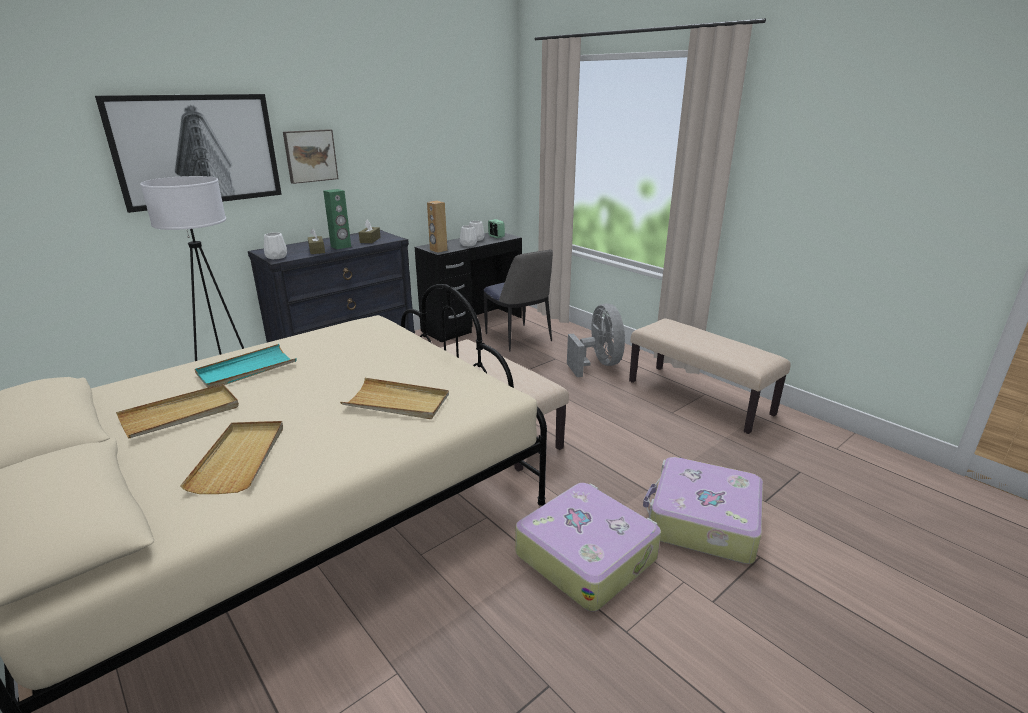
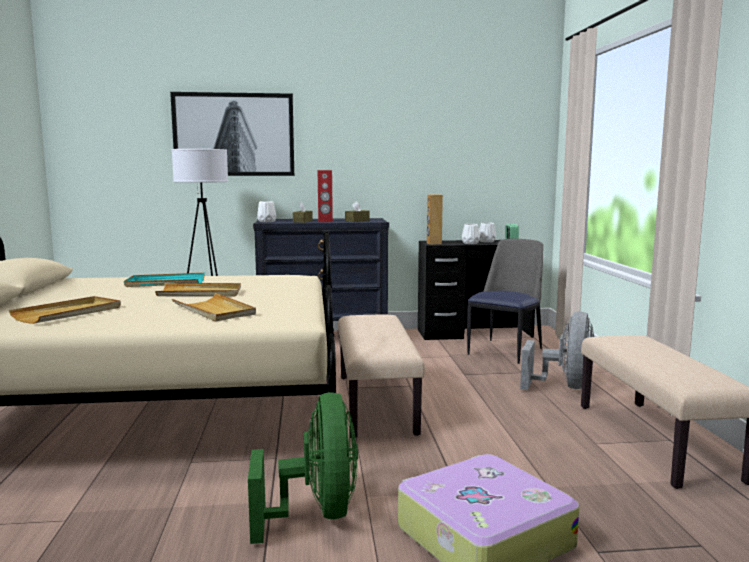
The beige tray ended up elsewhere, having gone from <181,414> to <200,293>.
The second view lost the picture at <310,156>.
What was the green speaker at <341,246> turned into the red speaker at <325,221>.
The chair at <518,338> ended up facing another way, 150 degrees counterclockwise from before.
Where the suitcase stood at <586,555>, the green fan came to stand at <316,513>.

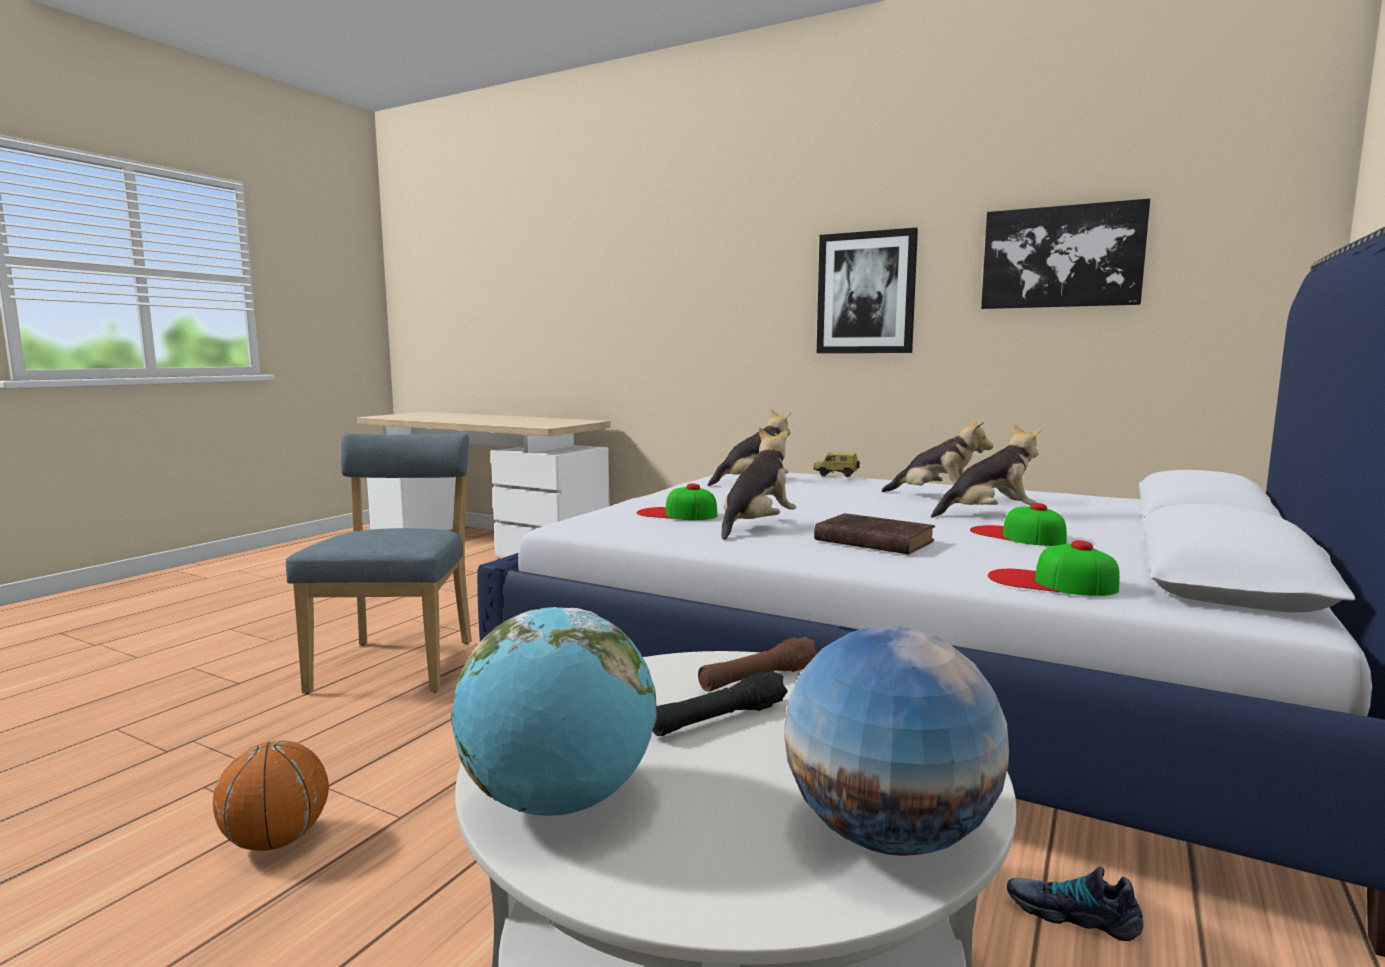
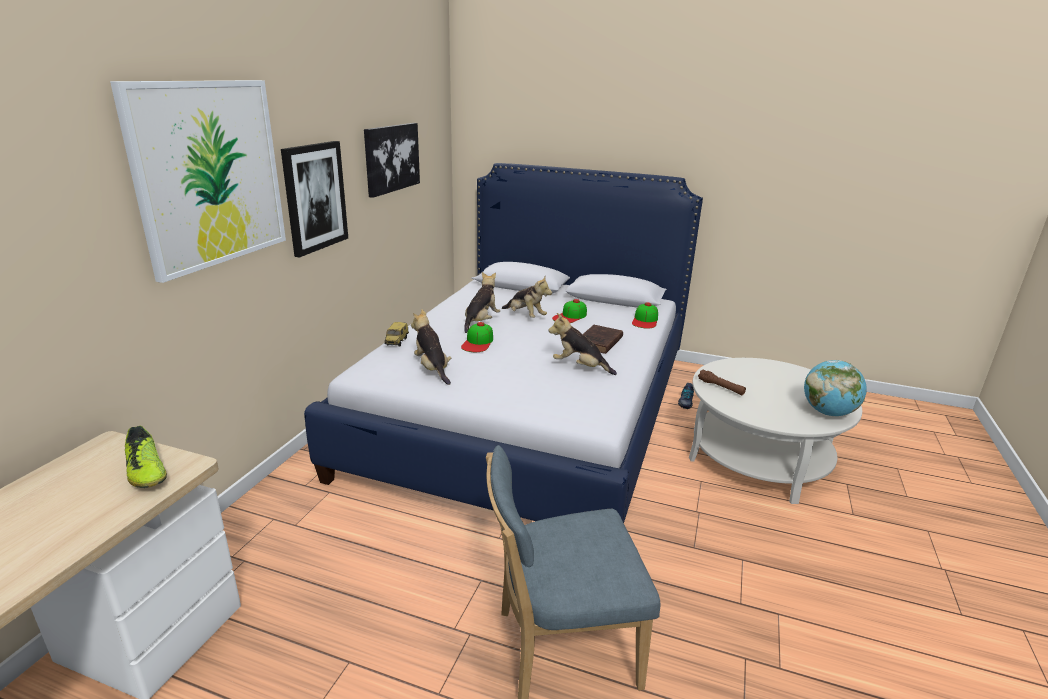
The second view lost the basketball at <277,841>.
The cap ended up elsewhere, having gone from <676,514> to <478,342>.
The second view lost the black flashlight at <718,719>.
The second view lost the globe at <887,834>.
The plush toy at <988,515> ended up facing another way, 150 degrees clockwise from before.
The second view gained the picture at <210,174>.
The second view gained the shoe at <146,471>.

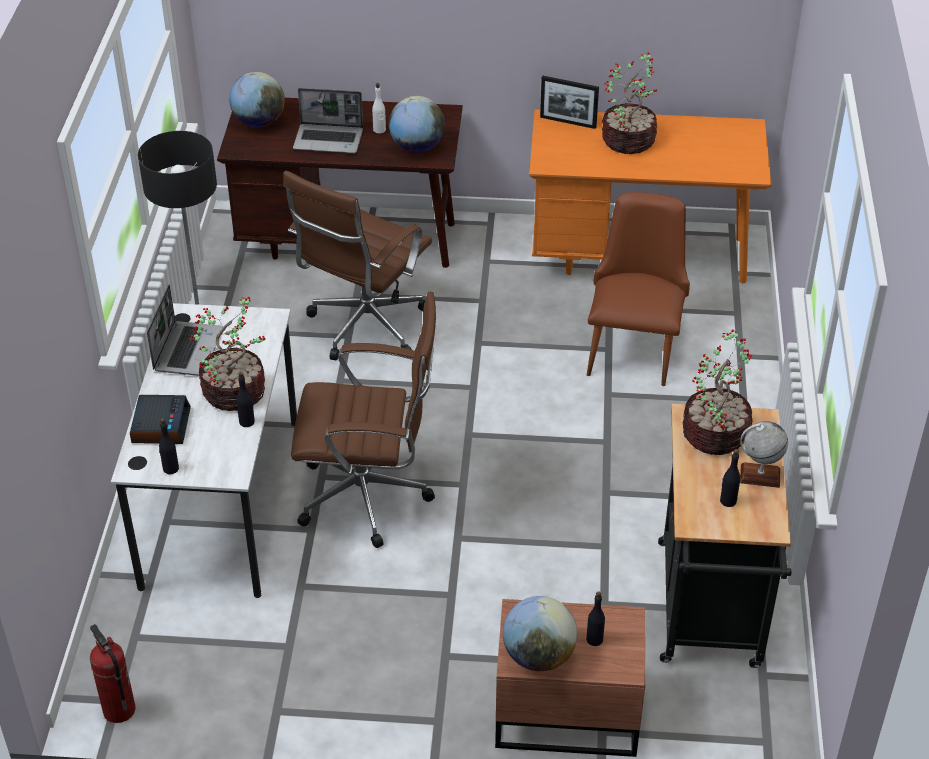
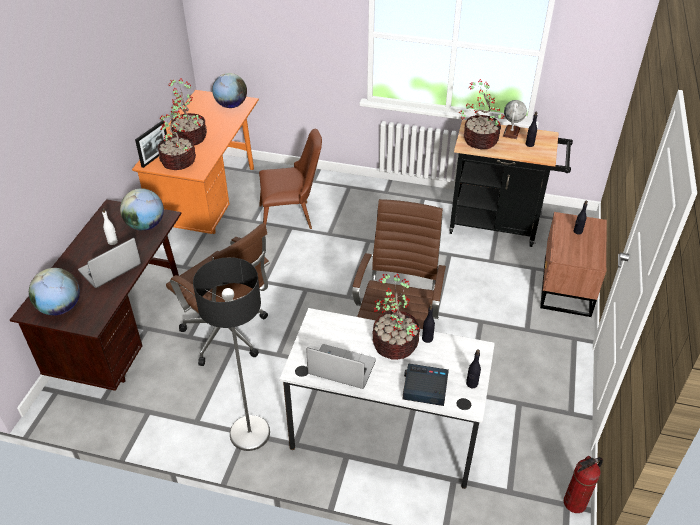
The laptop at <329,140> ended up facing another way, 150 degrees counterclockwise from before.
The globe ended up elsewhere, having gone from <538,656> to <231,105>.
The brown chair at <634,346> ended up facing another way, 150 degrees clockwise from before.
The second view gained the potted plant at <179,162>.

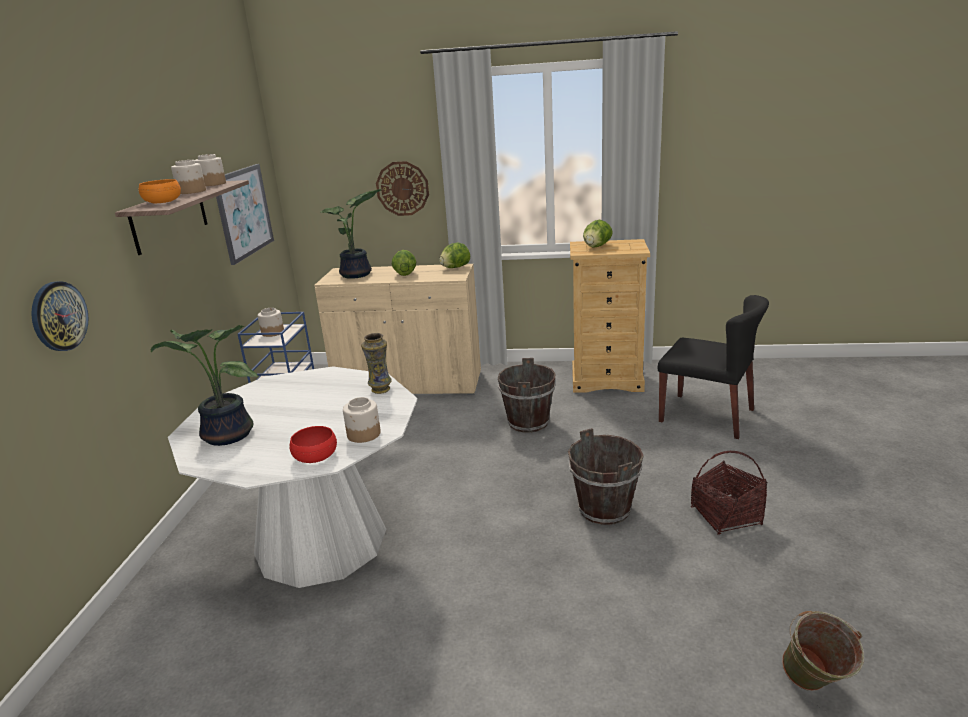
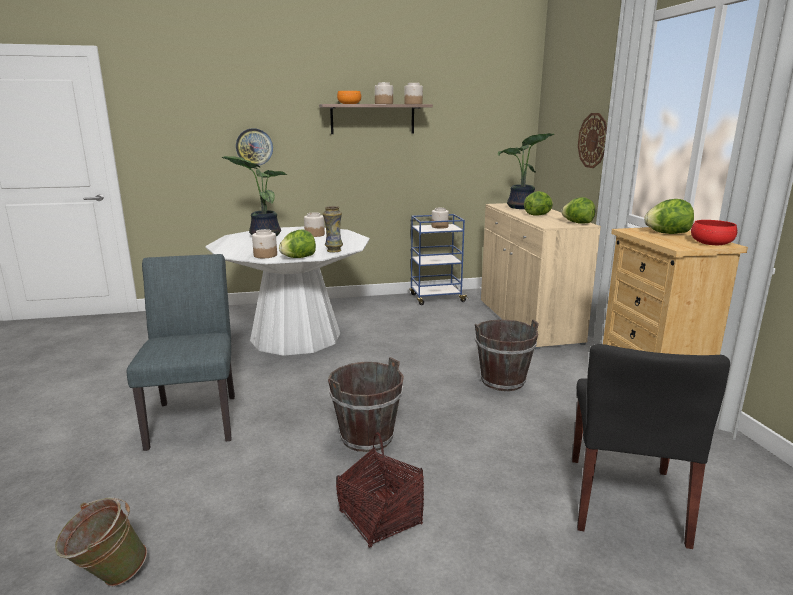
The second view lost the picture at <244,212>.
The red bowl ended up elsewhere, having gone from <315,456> to <711,243>.
The second view gained the grey chair at <195,416>.
The second view gained the lettuce at <298,258>.
The second view gained the jar at <314,235>.

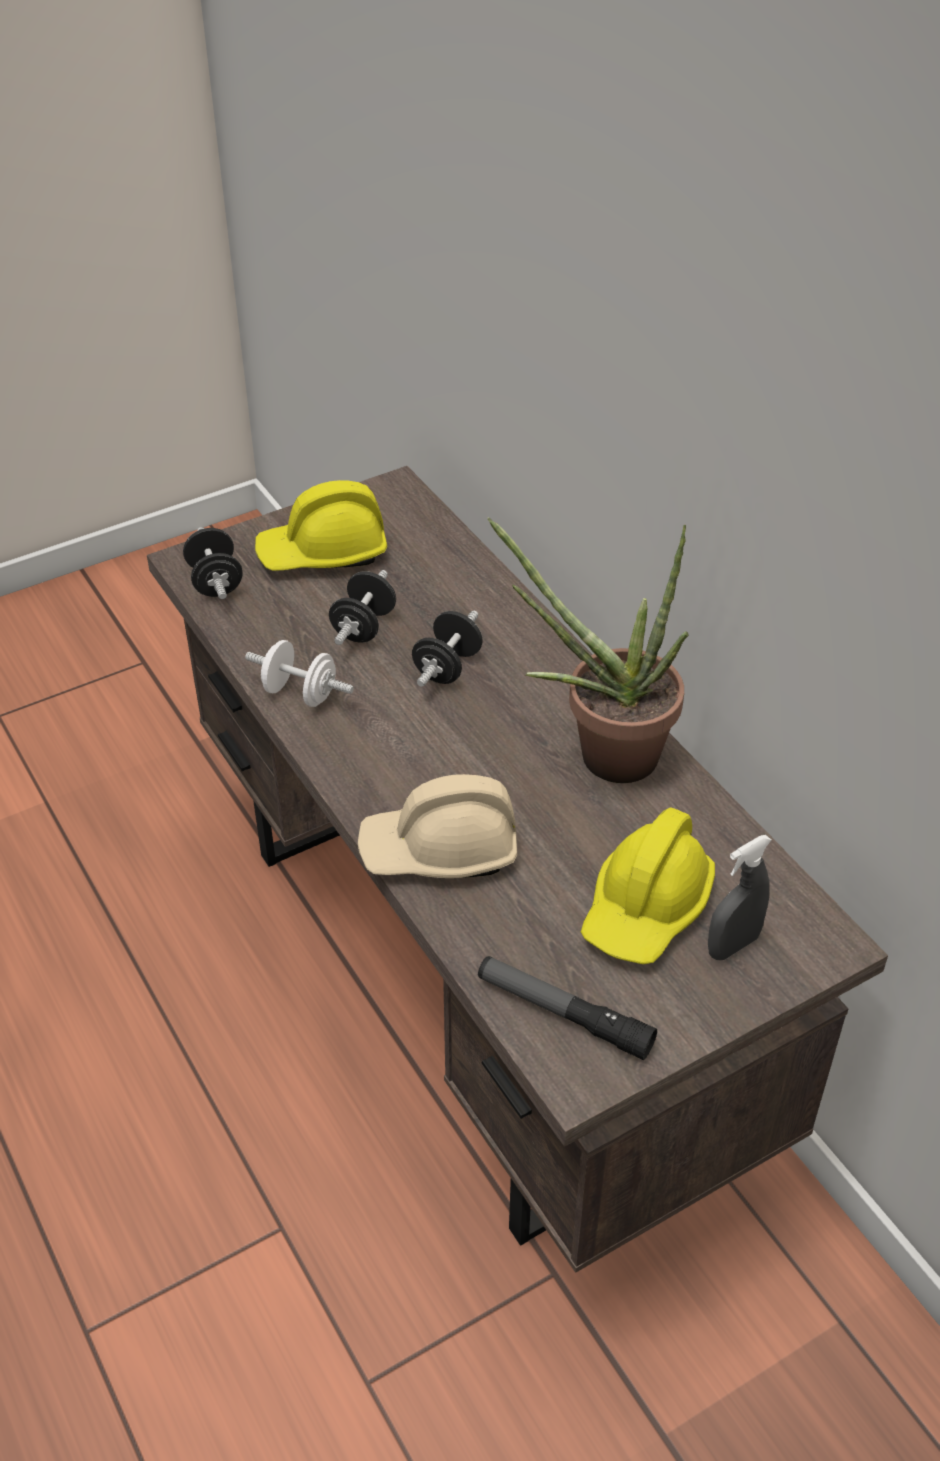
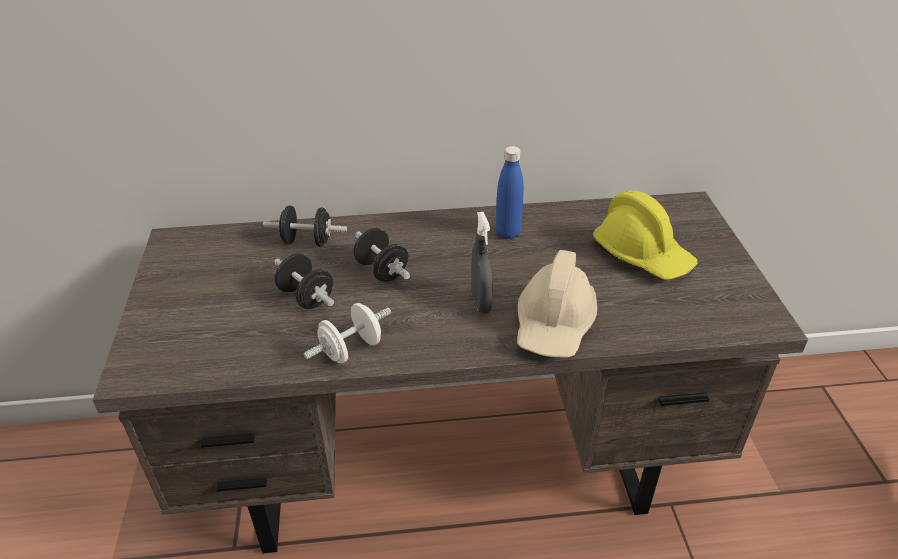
The black dumbbell ended up elsewhere, having gone from <215,582> to <307,241>.
The second view lost the yellow hard hat at <323,553>.
The second view lost the flashlight at <564,1014>.
Where the potted plant stood at <601,754>, the blue bottle came to stand at <508,233>.
The grey spray bottle ended up elsewhere, having gone from <733,945> to <481,302>.

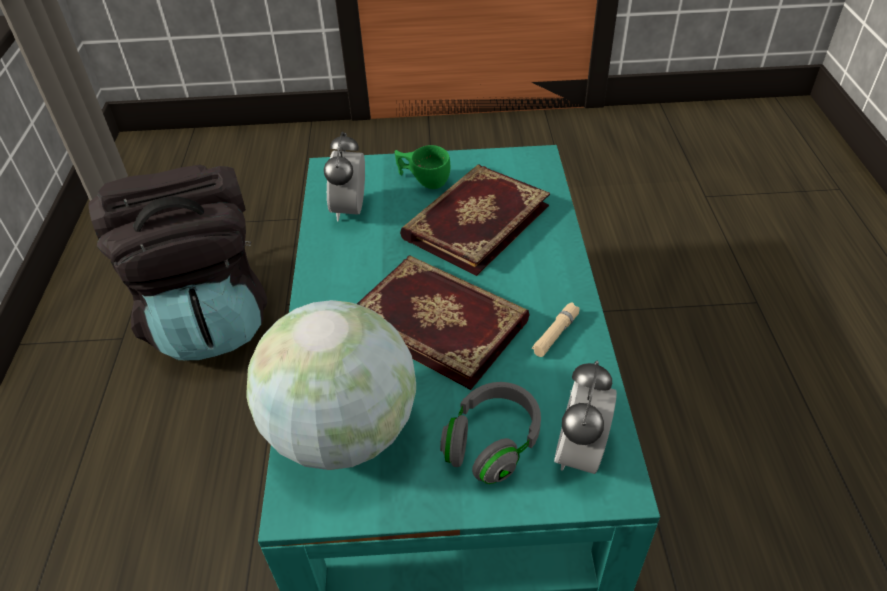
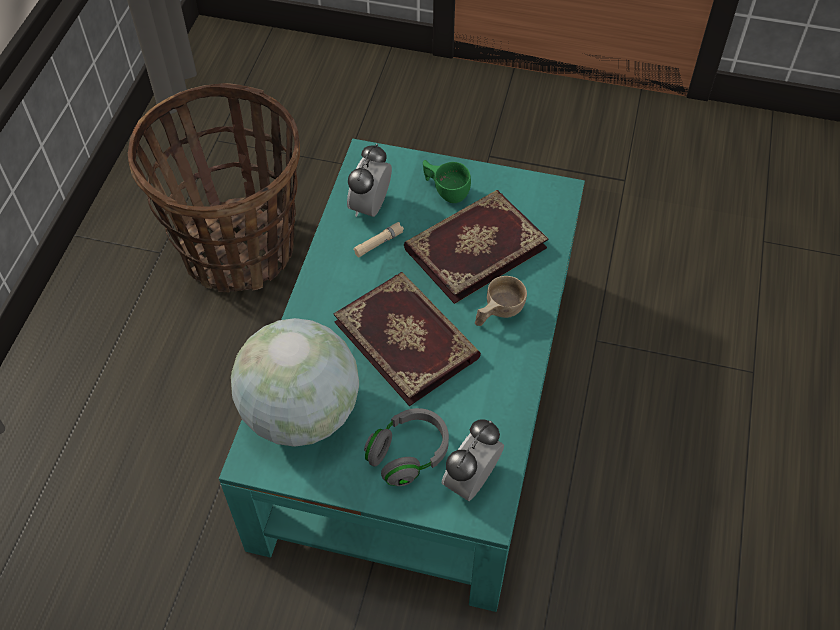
Where the black backpack stood at <208,314>, the basket came to stand at <238,248>.
The beige flashlight ended up elsewhere, having gone from <555,334> to <378,243>.
The second view gained the beige cup at <497,313>.

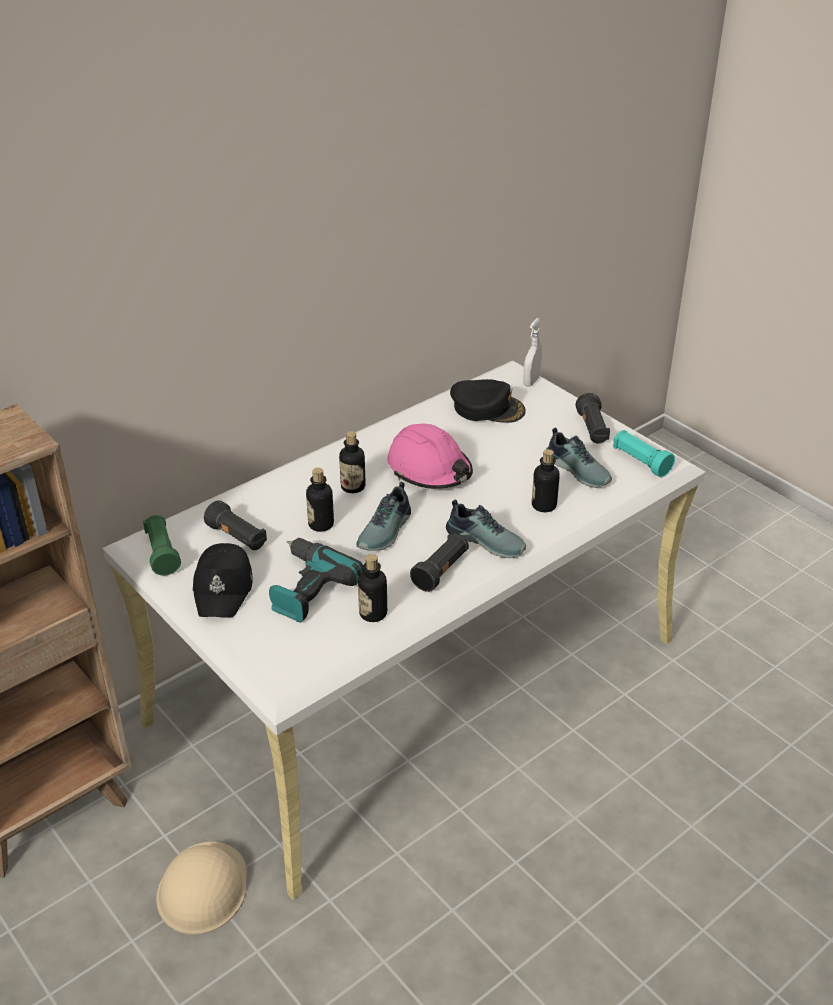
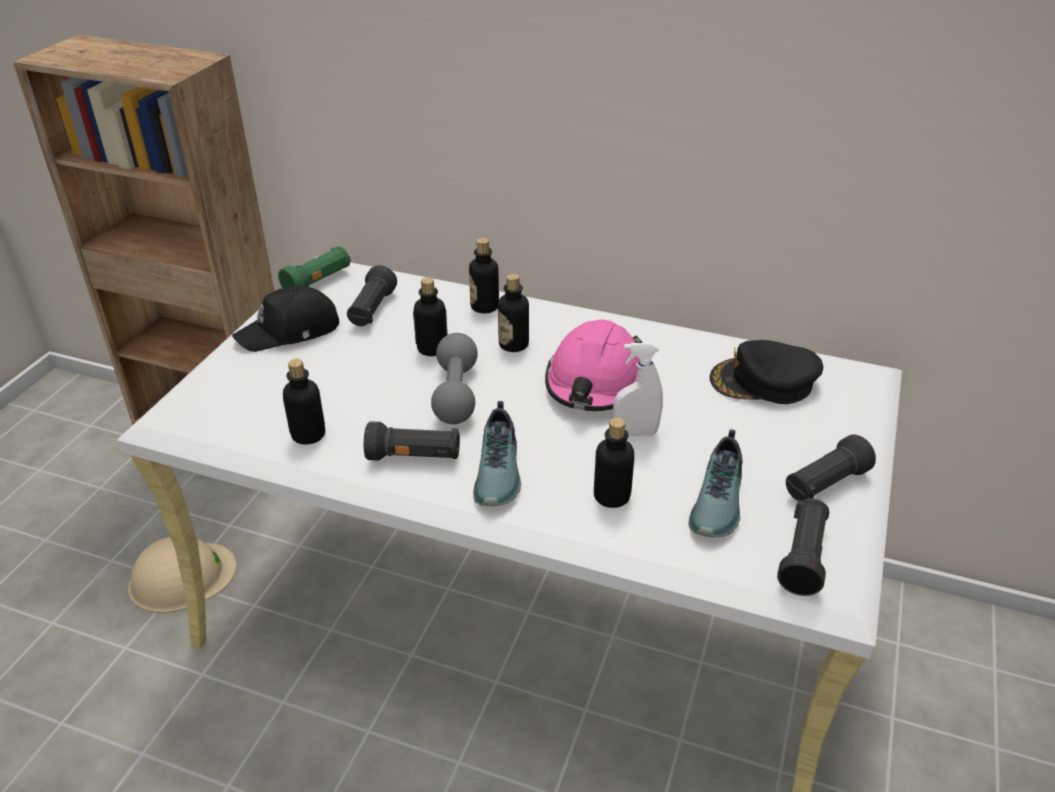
The second view lost the power drill at <306,588>.
Where the shoe stood at <387,531>, the grey dumbbell came to stand at <456,393>.
The black cap at <487,408> ended up facing another way, 105 degrees clockwise from before.
The white spray bottle ended up elsewhere, having gone from <531,381> to <635,433>.
What was the turquoise flashlight at <640,462> turned into the black flashlight at <803,558>.
The second view gained the bottle at <484,306>.

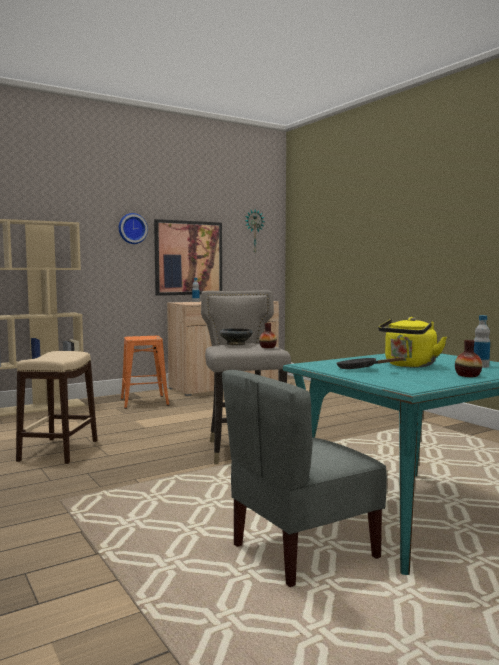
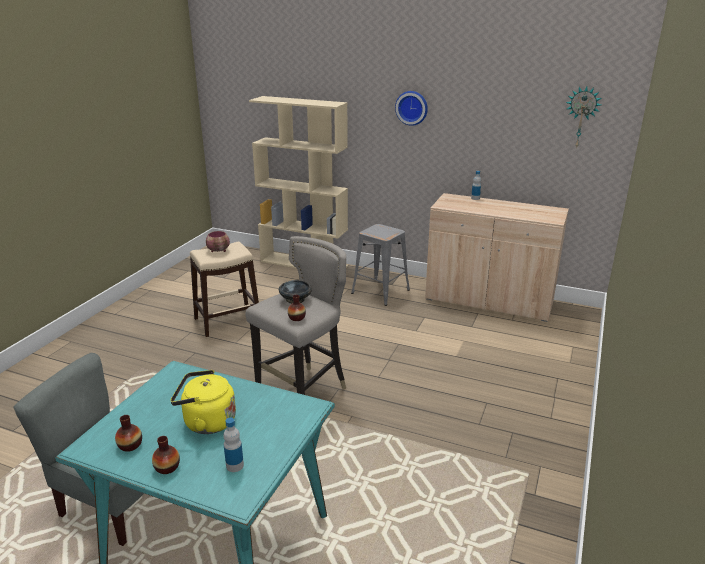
What was the orange stool at <144,402> turned into the grey stool at <381,291>.
The second view lost the picture at <188,258>.
The second view lost the black frying pan at <361,369>.
The second view gained the vase at <130,445>.
The second view gained the bowl at <219,251>.

